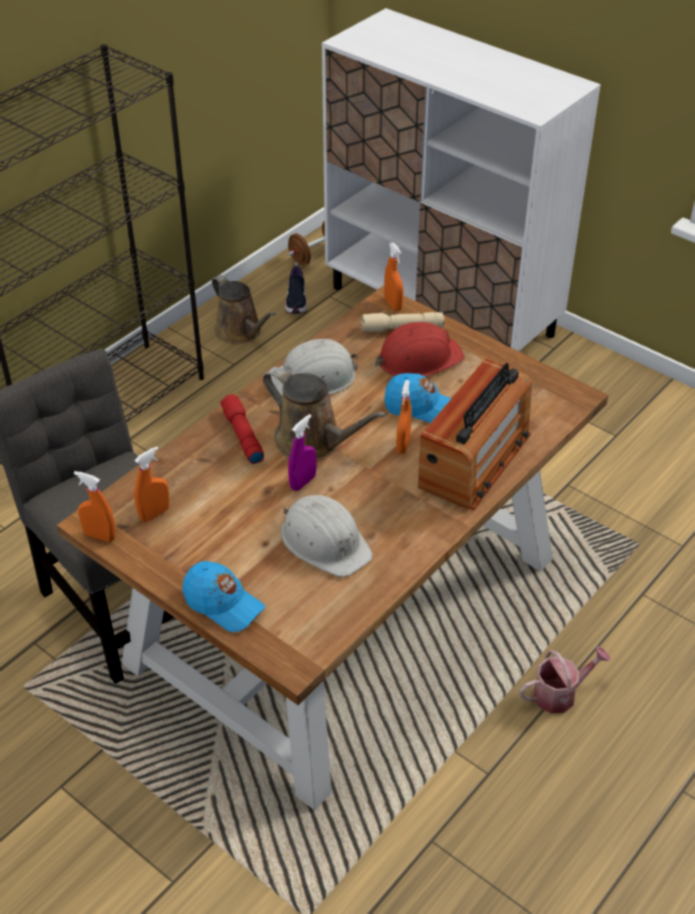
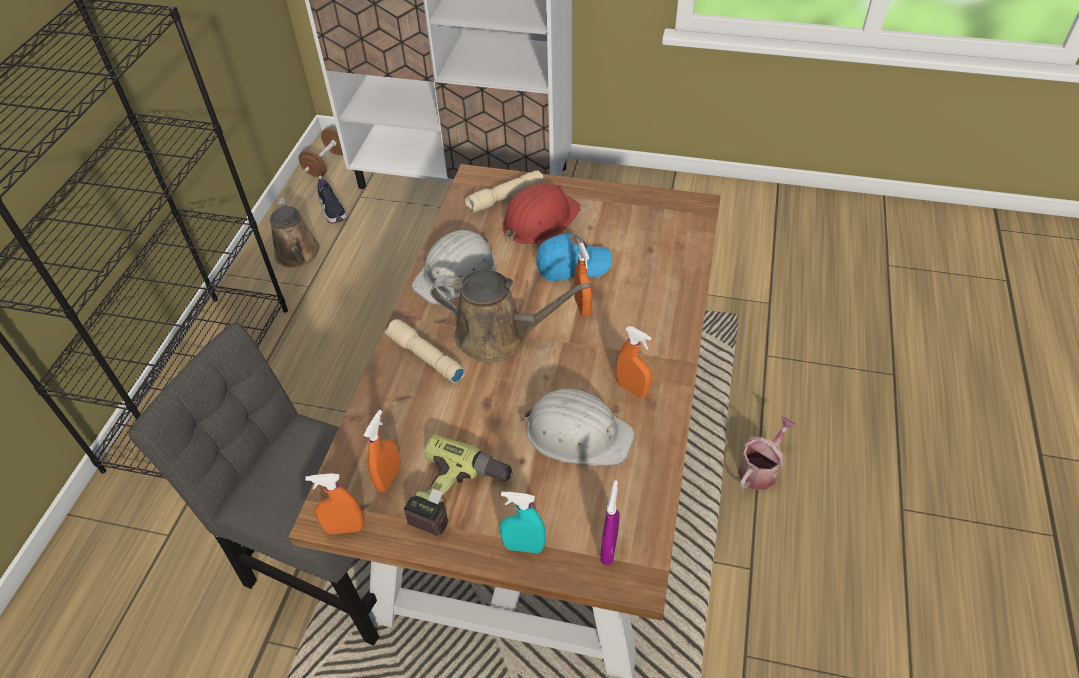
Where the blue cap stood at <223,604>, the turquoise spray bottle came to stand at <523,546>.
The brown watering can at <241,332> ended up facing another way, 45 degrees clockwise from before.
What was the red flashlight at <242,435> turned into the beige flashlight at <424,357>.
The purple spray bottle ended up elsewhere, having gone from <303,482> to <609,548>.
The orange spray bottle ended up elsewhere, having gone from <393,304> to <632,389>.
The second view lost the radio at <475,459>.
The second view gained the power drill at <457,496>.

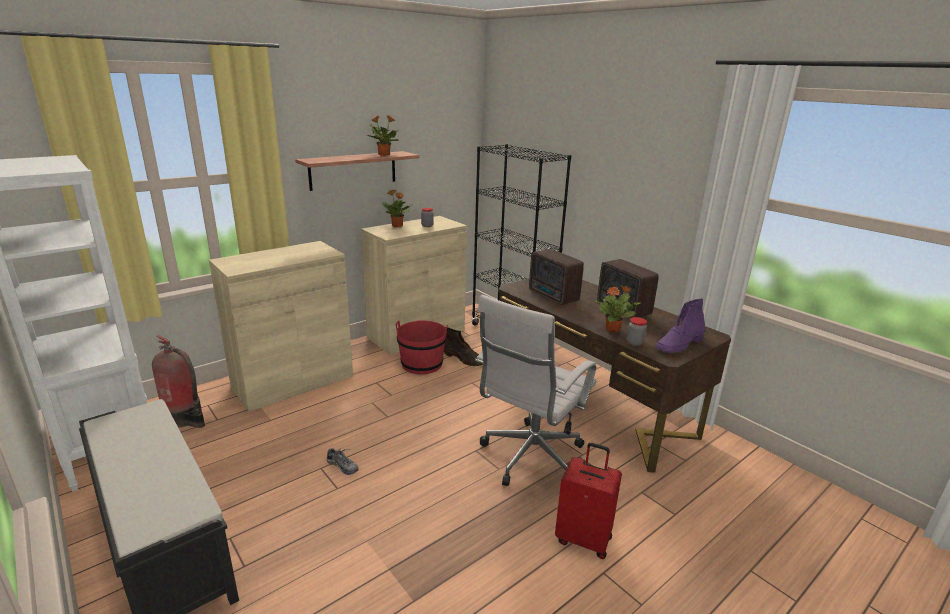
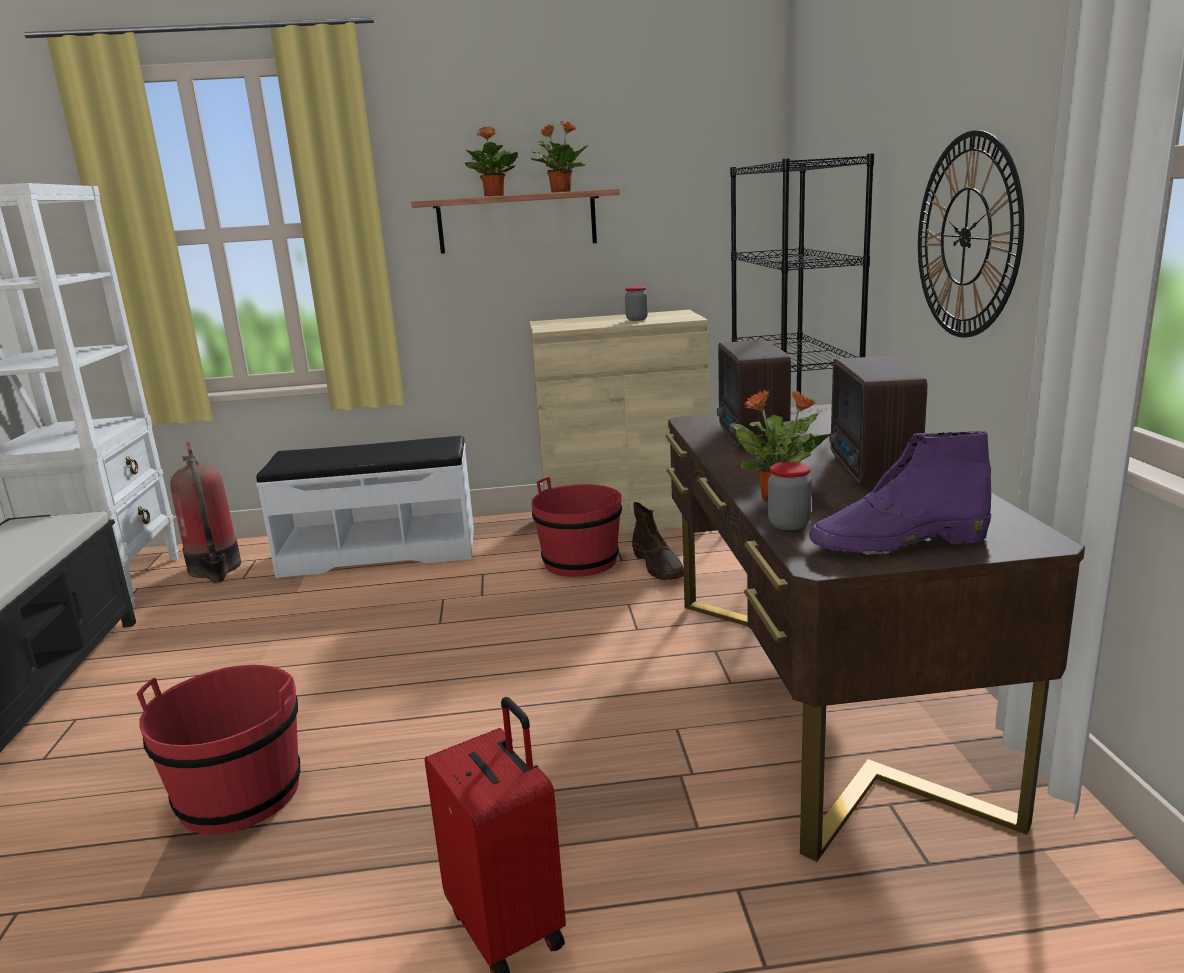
Where the beige cabinet stood at <293,381>, the white bench came to stand at <380,551>.
The second view lost the shoe at <342,466>.
The potted plant ended up elsewhere, having gone from <397,226> to <494,196>.
The second view lost the white office chair at <529,459>.
The second view gained the red bucket at <240,794>.
The second view gained the wall clock at <966,237>.

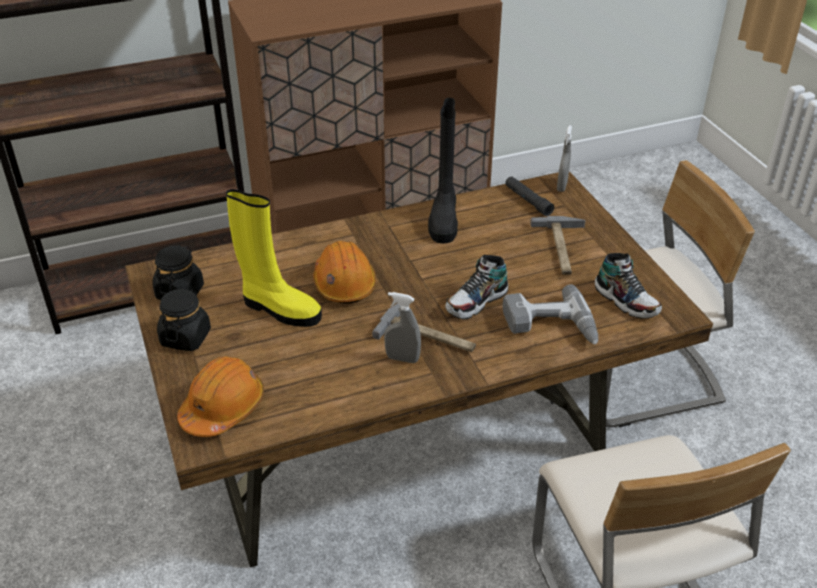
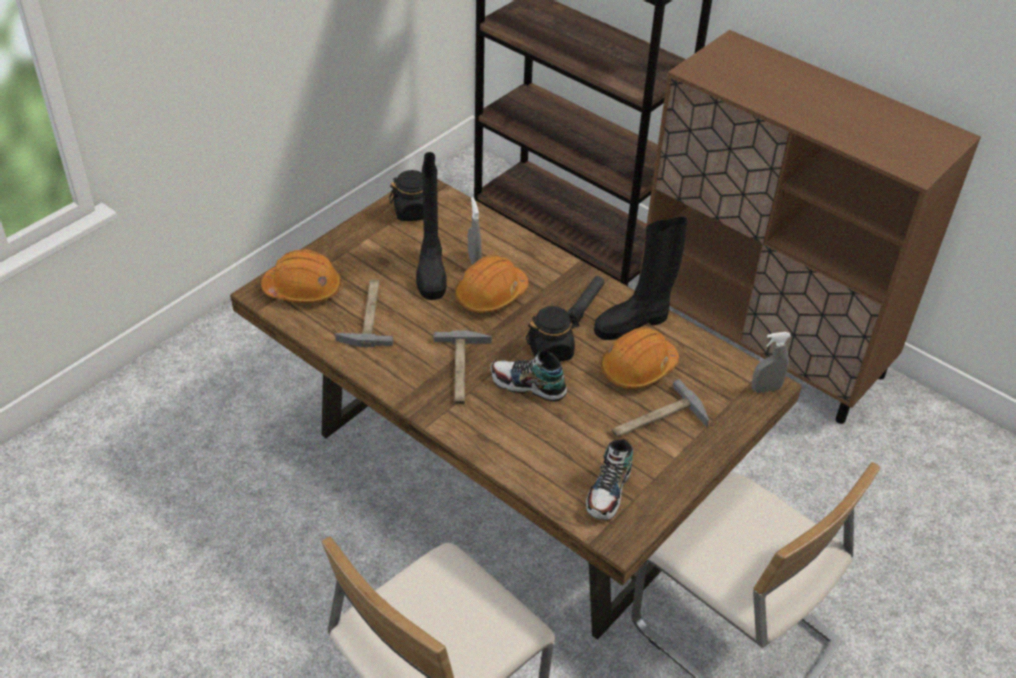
The black jar ended up elsewhere, having gone from <186,337> to <551,350>.
What was the yellow boot at <279,309> turned into the black boot at <431,271>.
The grey spray bottle ended up elsewhere, having gone from <402,358> to <474,260>.
The second view lost the power drill at <550,328>.
The black flashlight ended up elsewhere, having gone from <528,201> to <584,305>.
The second view gained the hammer at <368,314>.
The second view gained the orange hard hat at <638,368>.

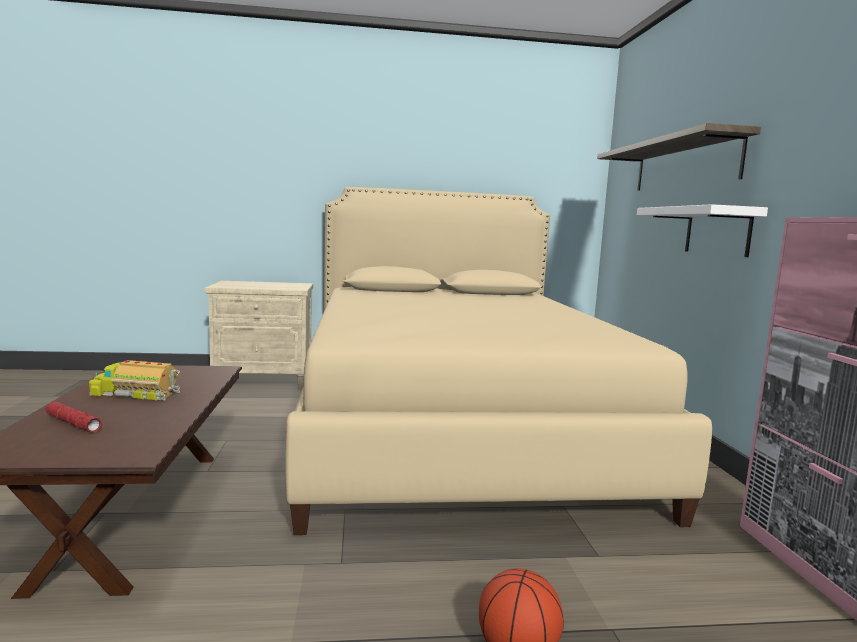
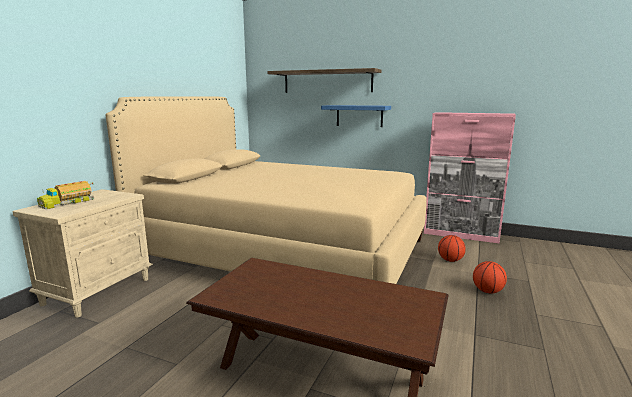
The second view lost the red flashlight at <73,423>.
The toy truck ended up elsewhere, having gone from <137,393> to <67,202>.
What was the white shelf at <717,231> turned into the blue shelf at <359,116>.
The second view gained the basketball at <450,260>.

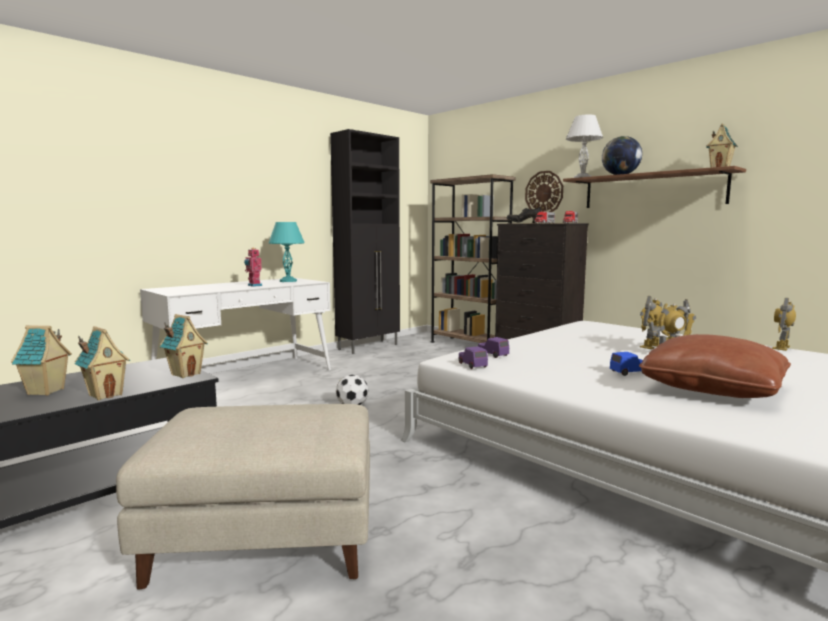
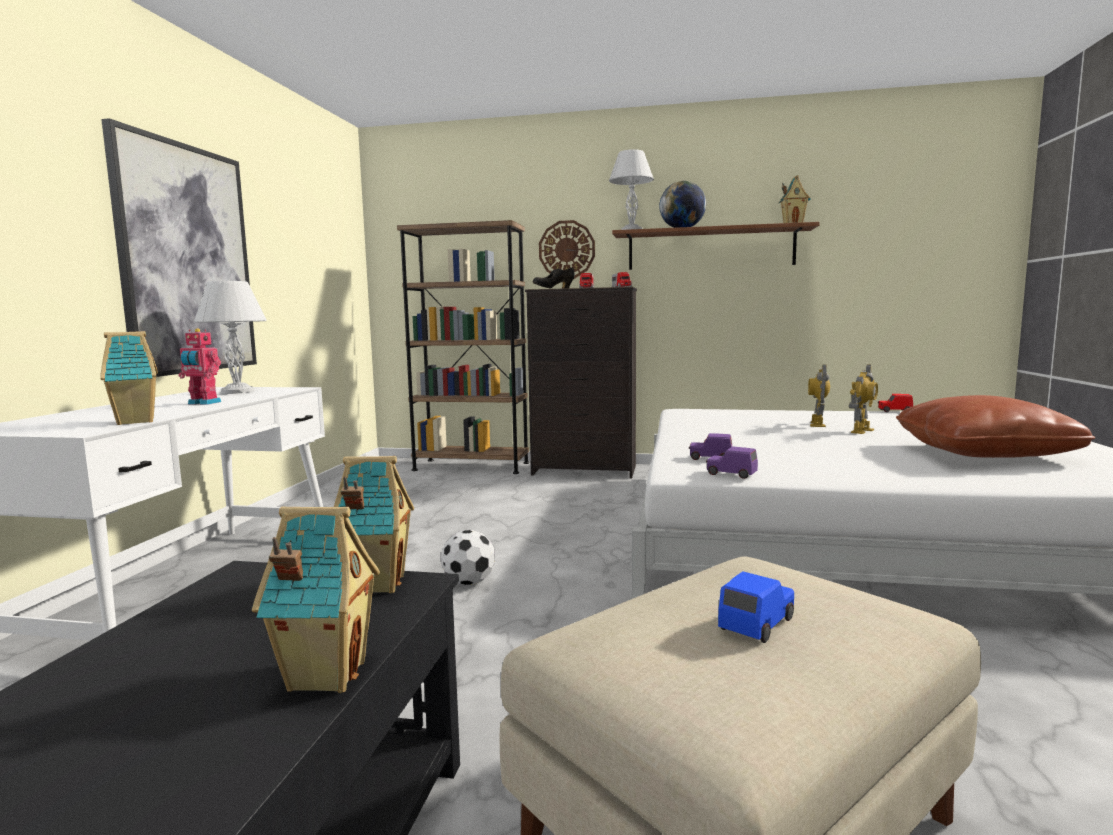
The toy house ended up elsewhere, having gone from <46,392> to <137,421>.
What was the turquoise table lamp at <288,281> turned into the white table lamp at <237,392>.
The second view lost the black cabinet at <369,347>.
The blue toy car ended up elsewhere, having gone from <629,372> to <757,624>.
Where the toy robot stood at <782,348>, the red toy car came to stand at <894,411>.
The second view gained the picture at <186,260>.

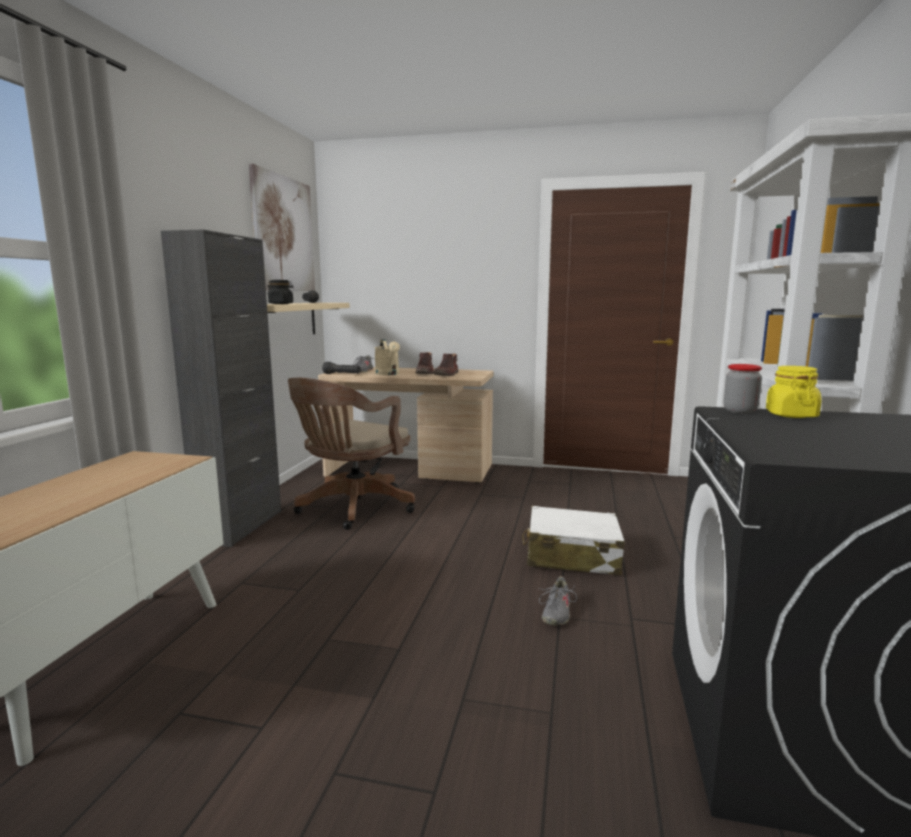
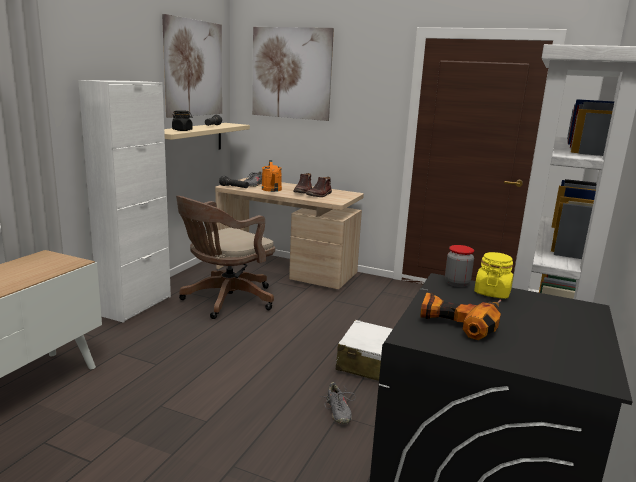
What was the black cabinet at <240,526> turned into the white cabinet at <136,305>.
What was the beige watering can at <388,374> turned into the orange watering can at <272,190>.
The grey shoe at <556,613> ended up facing another way, 45 degrees counterclockwise from before.
The second view gained the picture at <291,73>.
The second view gained the power drill at <459,320>.

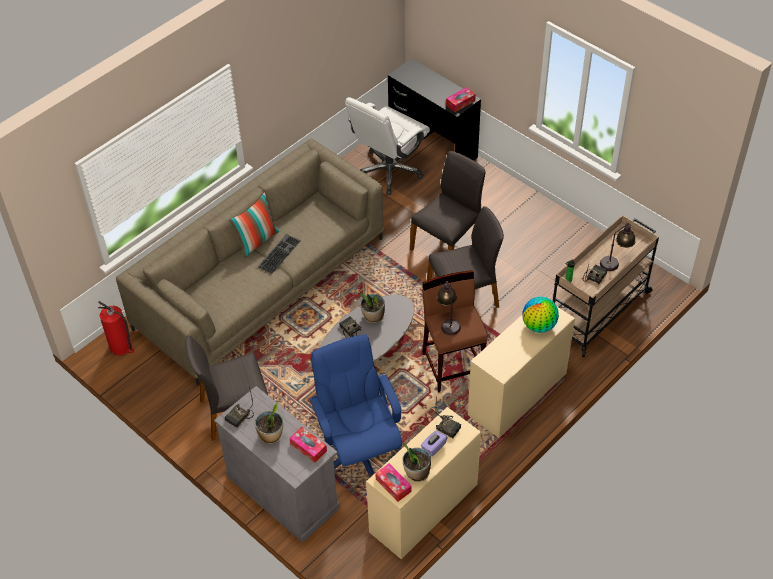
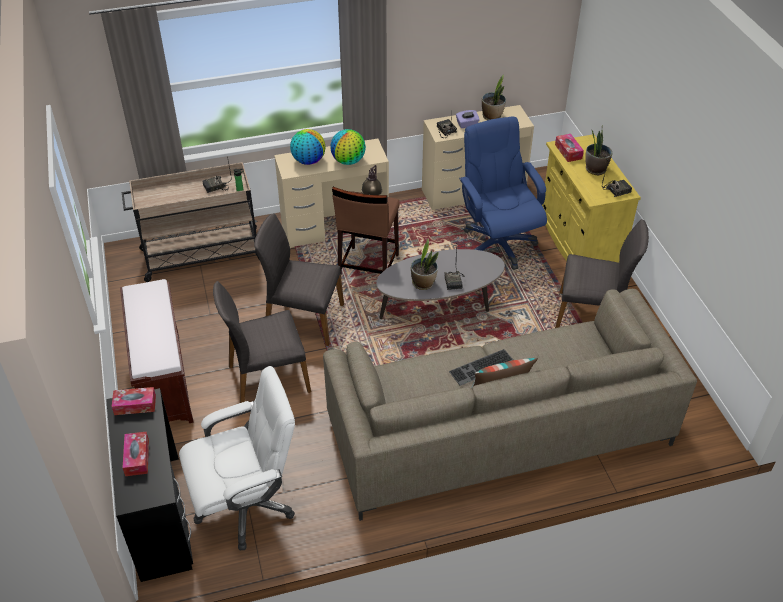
The second view lost the fire extinguisher at <121,347>.
What was the grey cabinet at <283,492> turned into the yellow cabinet at <578,243>.
The blue office chair at <359,451> ended up facing another way, 150 degrees clockwise from before.
The tissue box ended up elsewhere, having gone from <393,485> to <137,457>.
The second view lost the table lamp at <615,261>.
The second view gained the brown bench at <163,381>.
The second view gained the globe at <348,161>.

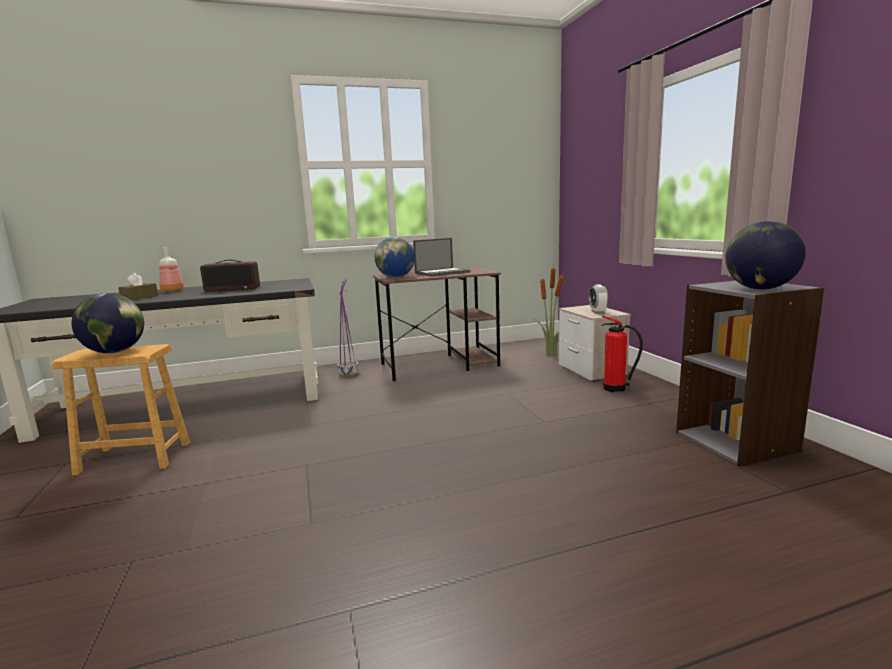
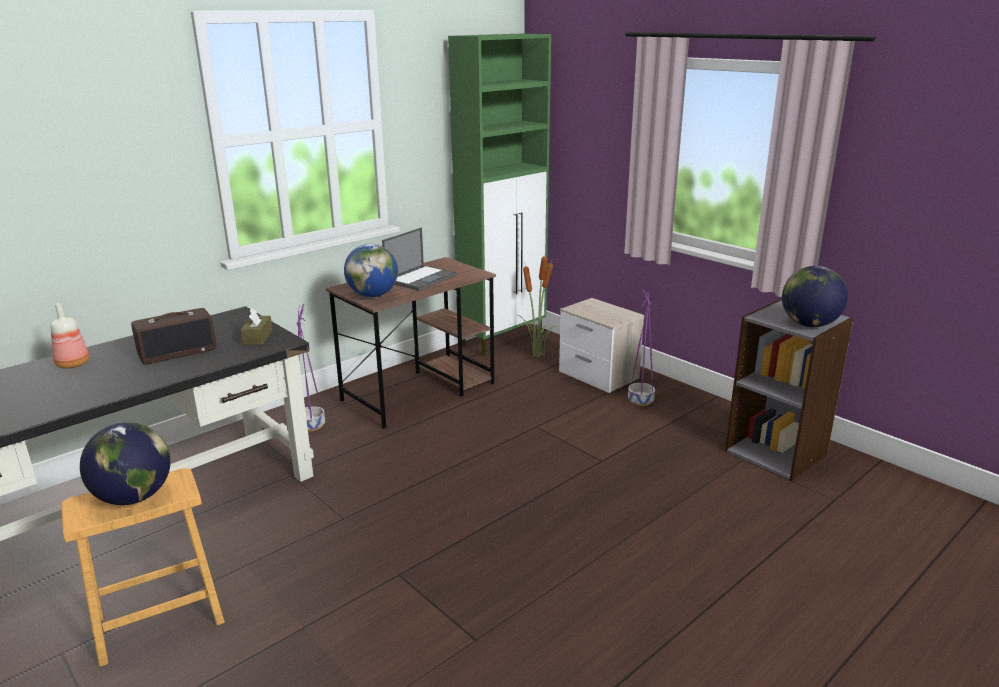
The brown tissue box ended up elsewhere, having gone from <139,297> to <257,337>.
The second view lost the alarm clock at <597,312>.
Where the fire extinguisher stood at <616,389>, the purple planter came to stand at <640,401>.
The second view gained the green cabinet at <503,340>.

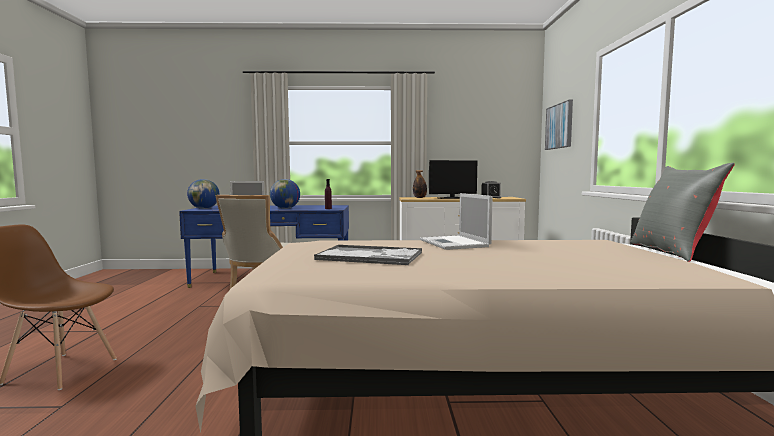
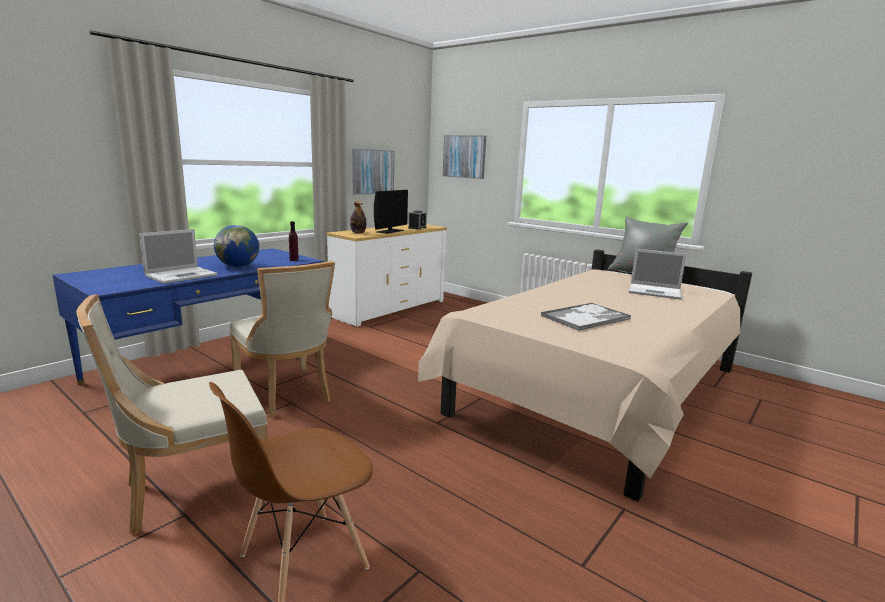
The second view lost the globe at <204,208>.
The laptop ended up elsewhere, having gone from <455,243> to <655,292>.
The second view gained the beige chair at <192,491>.
The second view gained the picture at <372,171>.

